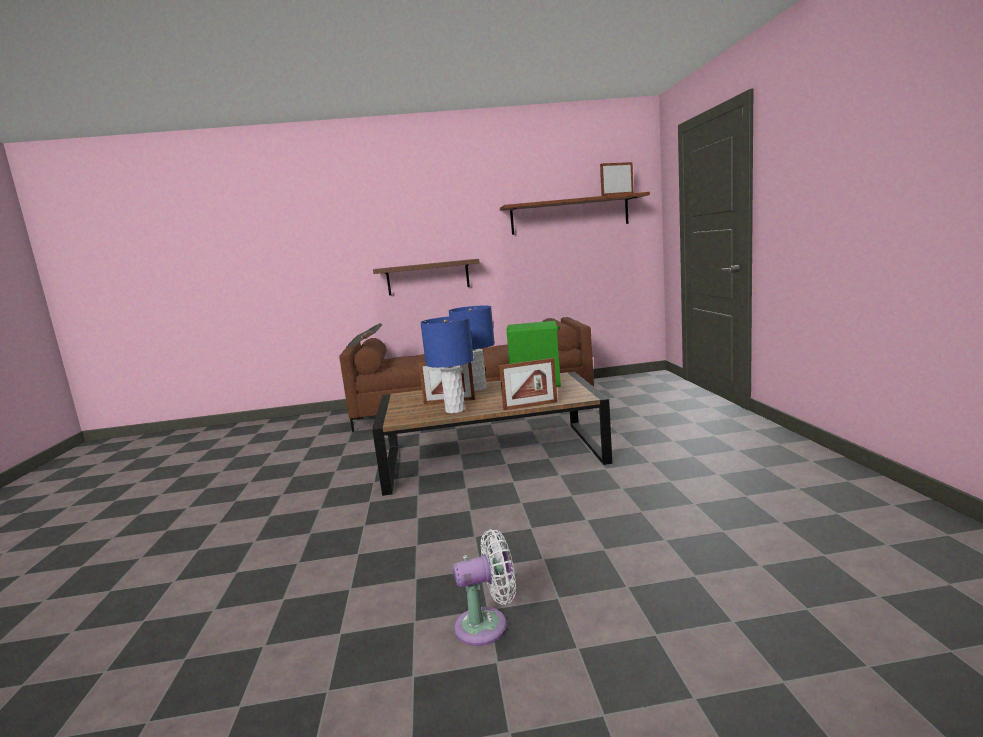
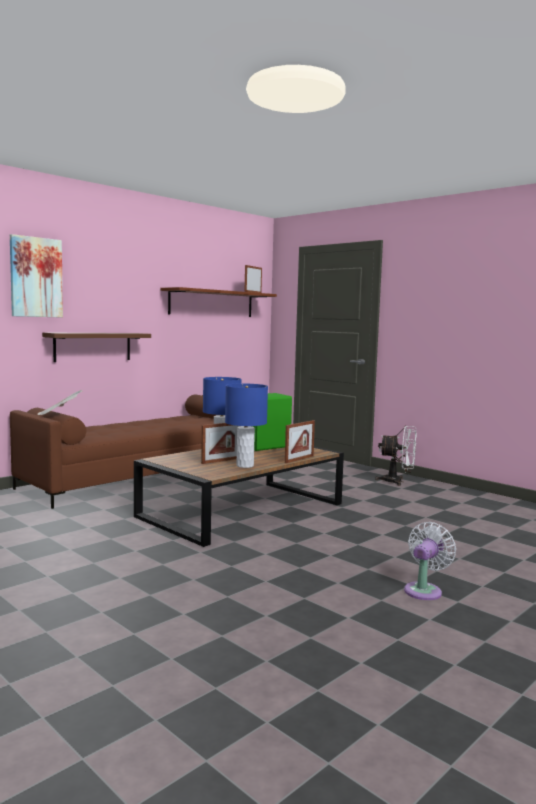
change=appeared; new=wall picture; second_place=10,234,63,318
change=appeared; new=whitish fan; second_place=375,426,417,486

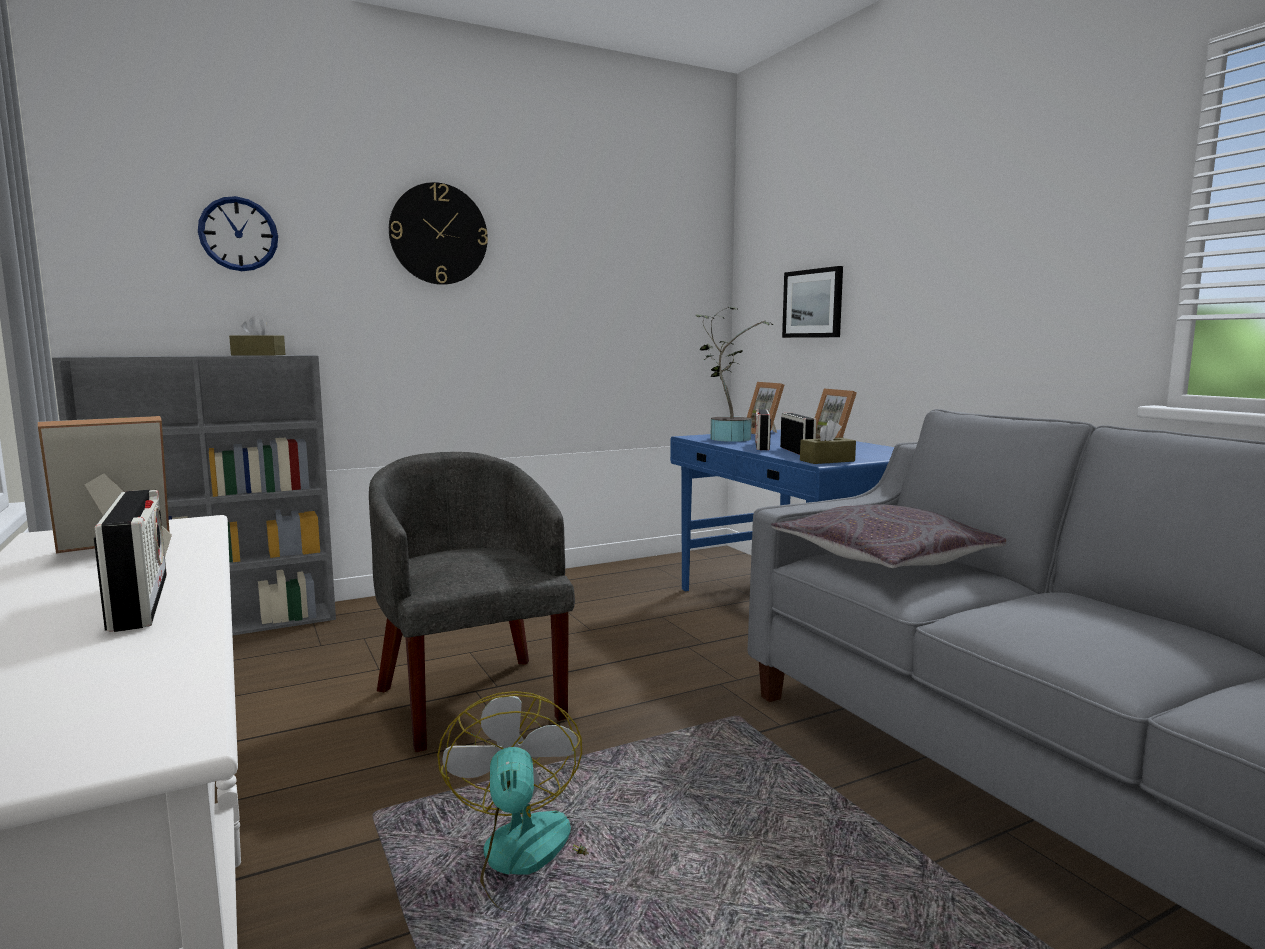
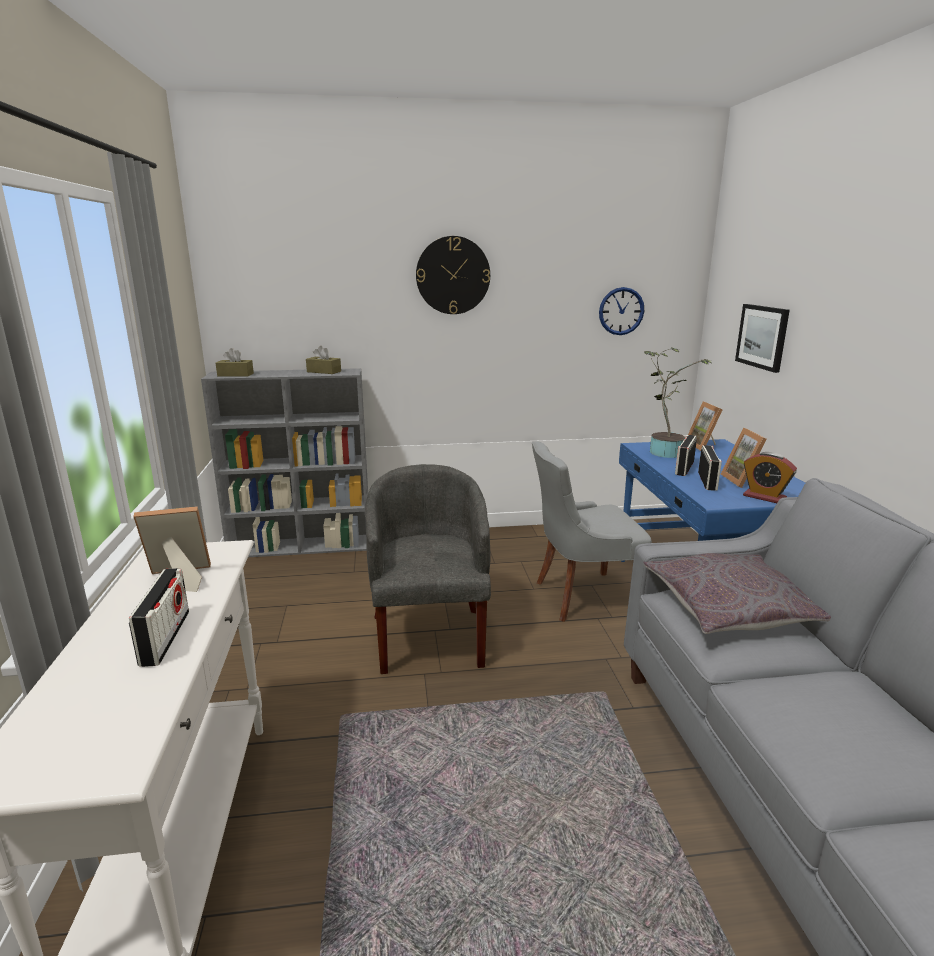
change=missing; old=fan; first_place=437,691,589,913
change=appeared; new=gray chair; second_place=532,442,652,622
change=appeared; new=table clock; second_place=743,452,797,503
change=relocated; old=hanging clock; first_place=198,196,278,271; second_place=599,287,644,335
change=relocated; old=brownish tissue holder; first_place=800,420,856,464; second_place=216,348,254,377

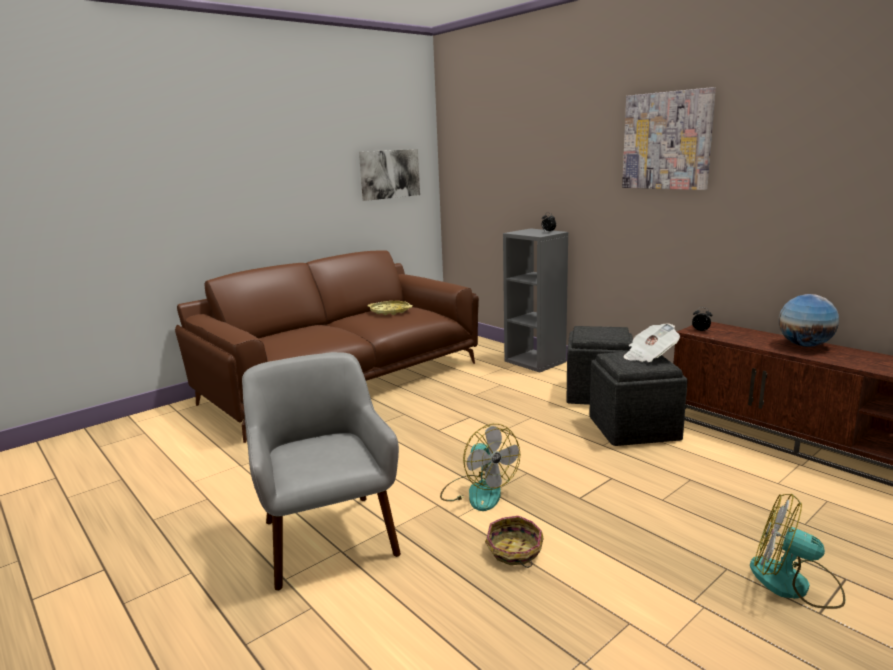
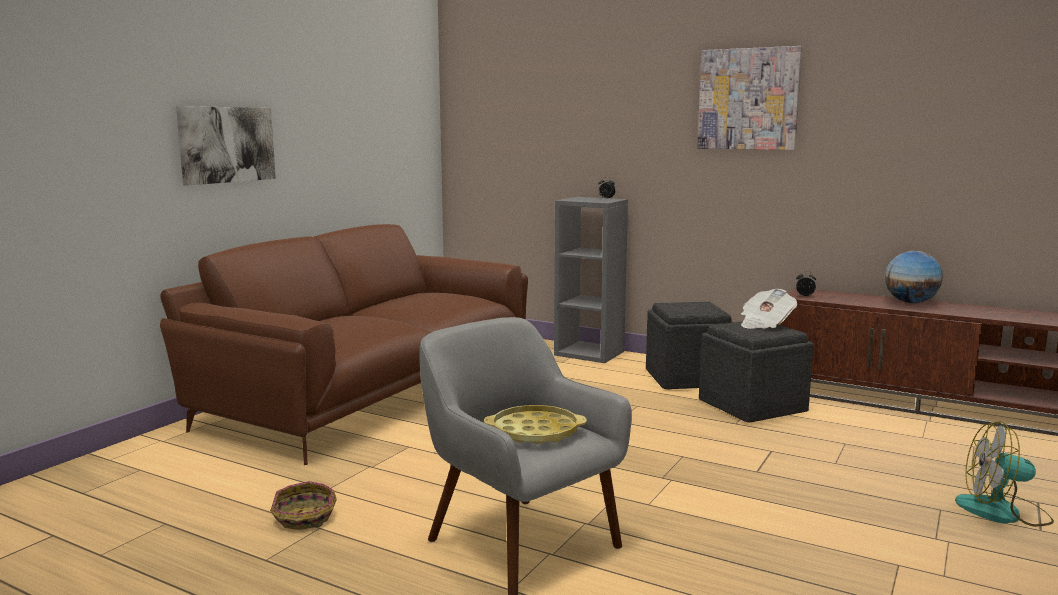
change=missing; old=fan; first_place=440,424,520,511
change=relocated; old=wall picture; first_place=359,149,420,201; second_place=176,106,276,186
change=relocated; old=yellow-coloured carrying tray; first_place=368,301,413,315; second_place=484,405,587,444
change=relocated; old=storage basket; first_place=485,516,544,568; second_place=270,481,337,530

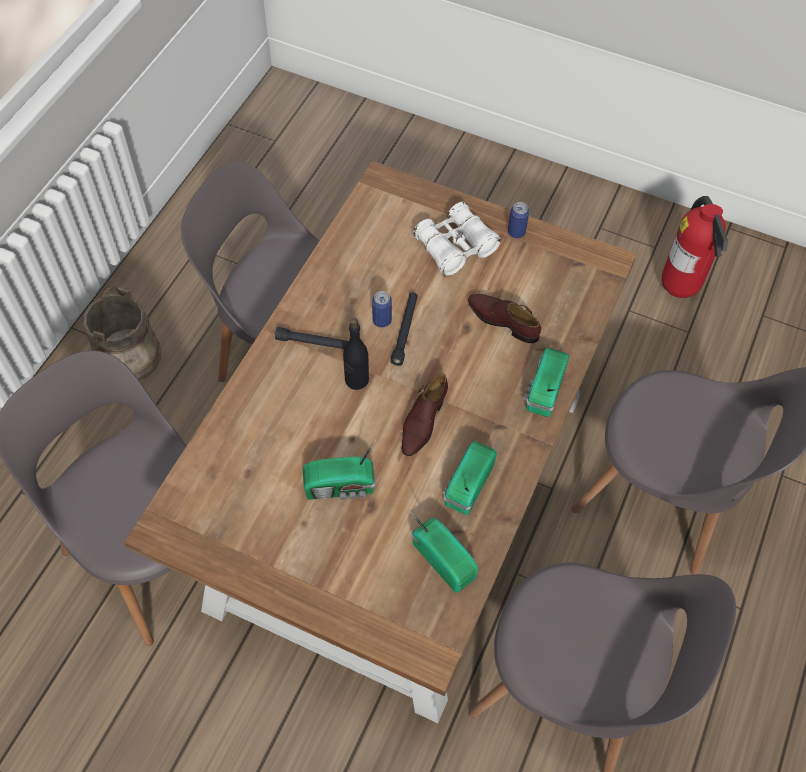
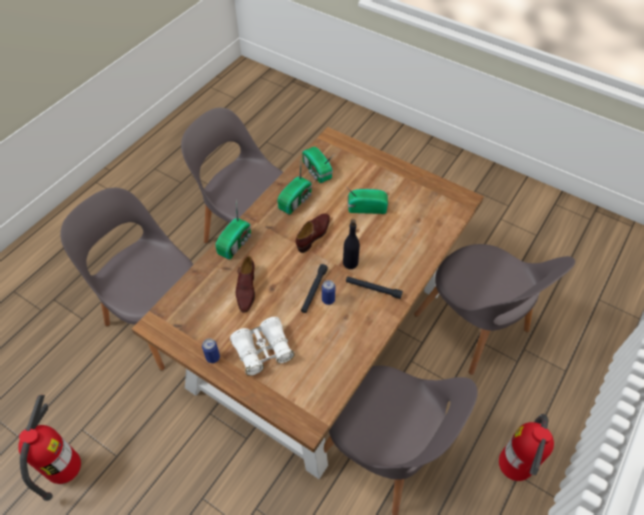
change=exchanged; old=beige-coloured bucket; new=fire extinguisher; first_place=83,286,161,381; second_place=499,414,554,481
change=spun; old=brownish low shoe; first_place=468,294,541,343; second_place=236,256,255,313; degrees=45

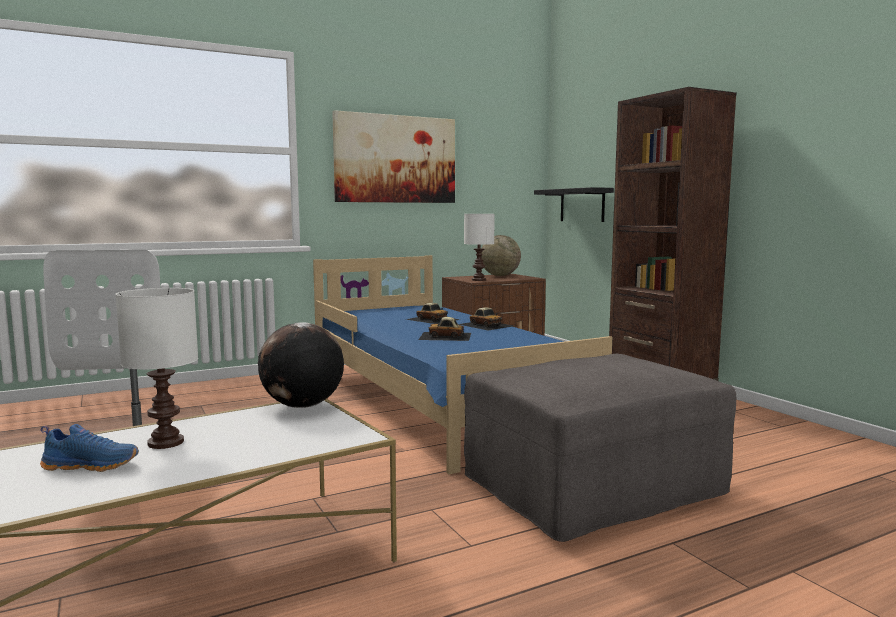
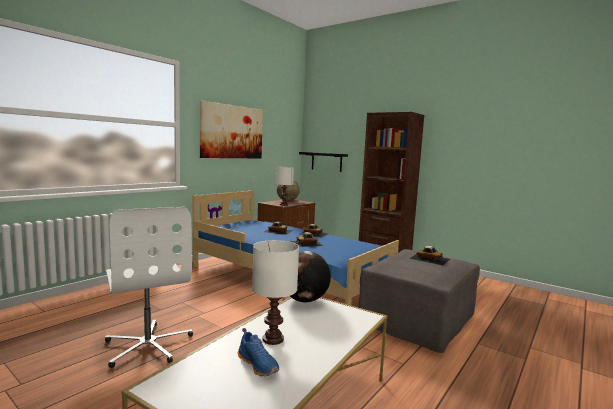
change=appeared; new=model car; second_place=409,246,450,265
change=spun; old=blue low shoe; first_place=40,424,139,472; second_place=238,328,279,377; degrees=75

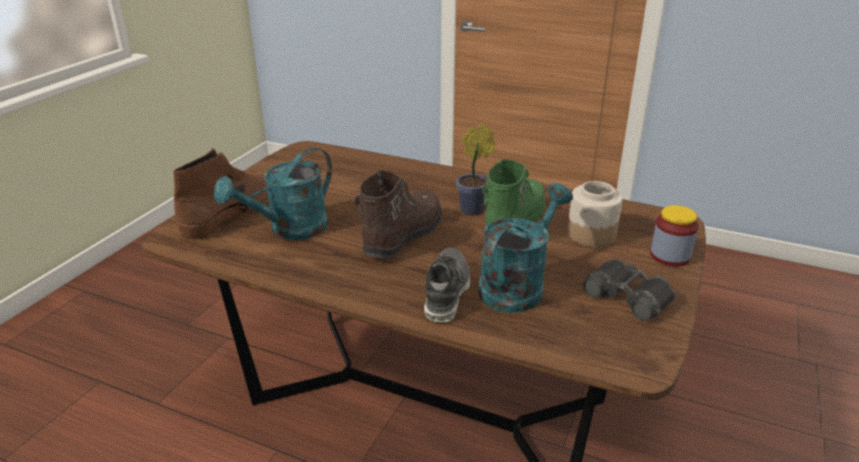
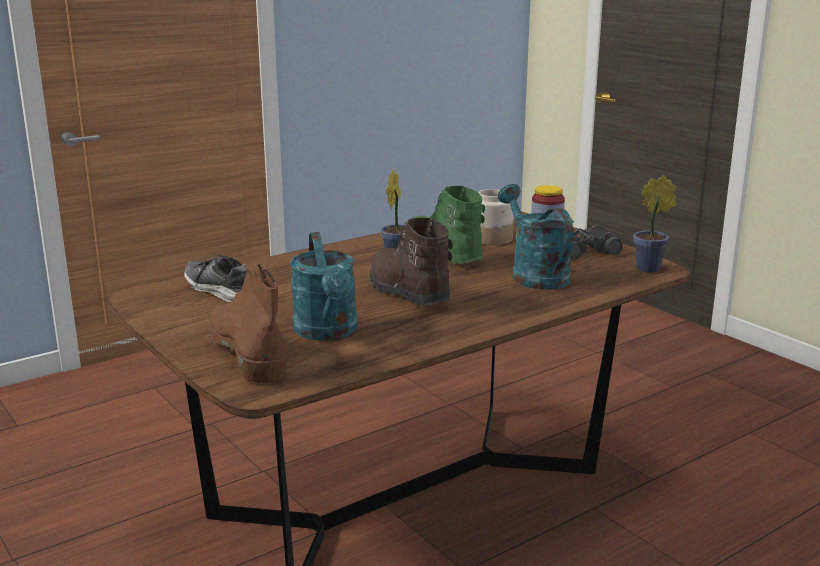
change=appeared; new=houseplant; second_place=633,175,676,272
change=relocated; old=low shoe; first_place=424,248,471,322; second_place=184,255,246,302

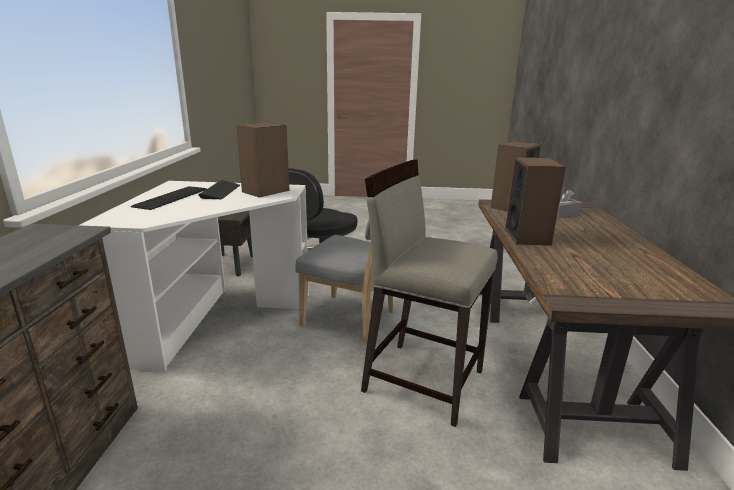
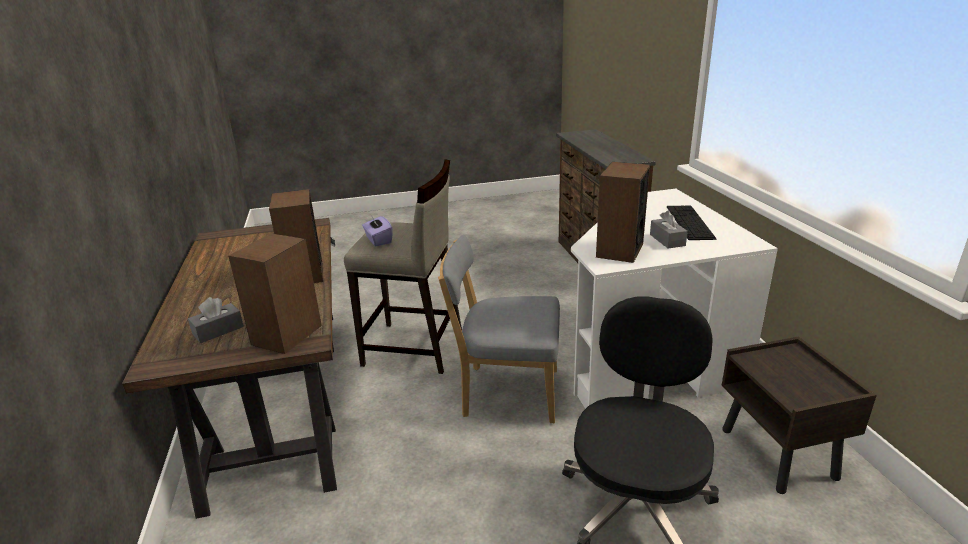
change=appeared; new=purple tissue holder; second_place=362,215,393,246
change=exchanged; old=PC keyboard; new=gray tissue holder; first_place=199,180,240,199; second_place=650,210,688,249

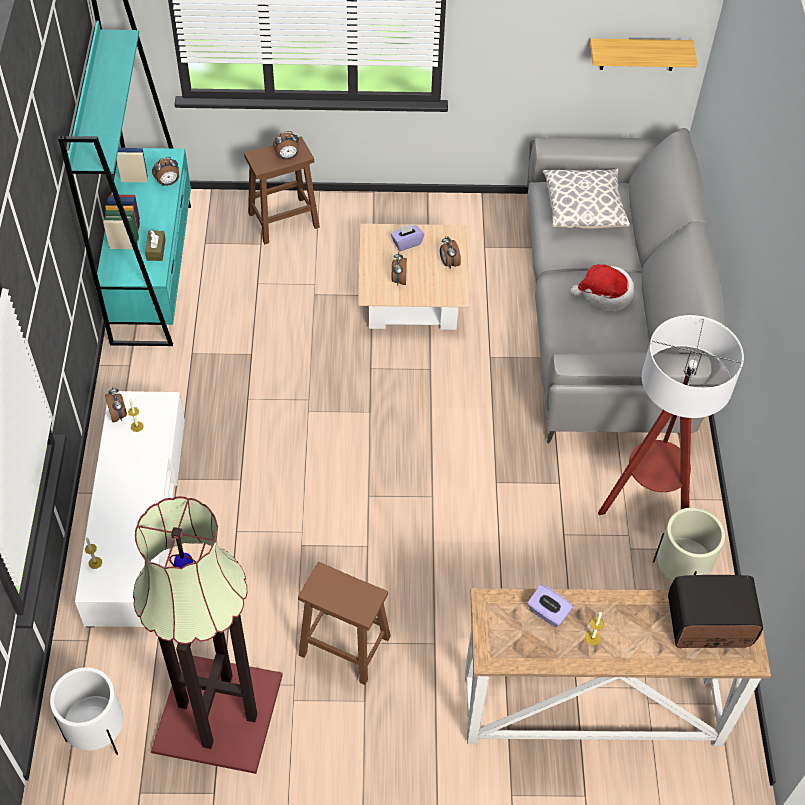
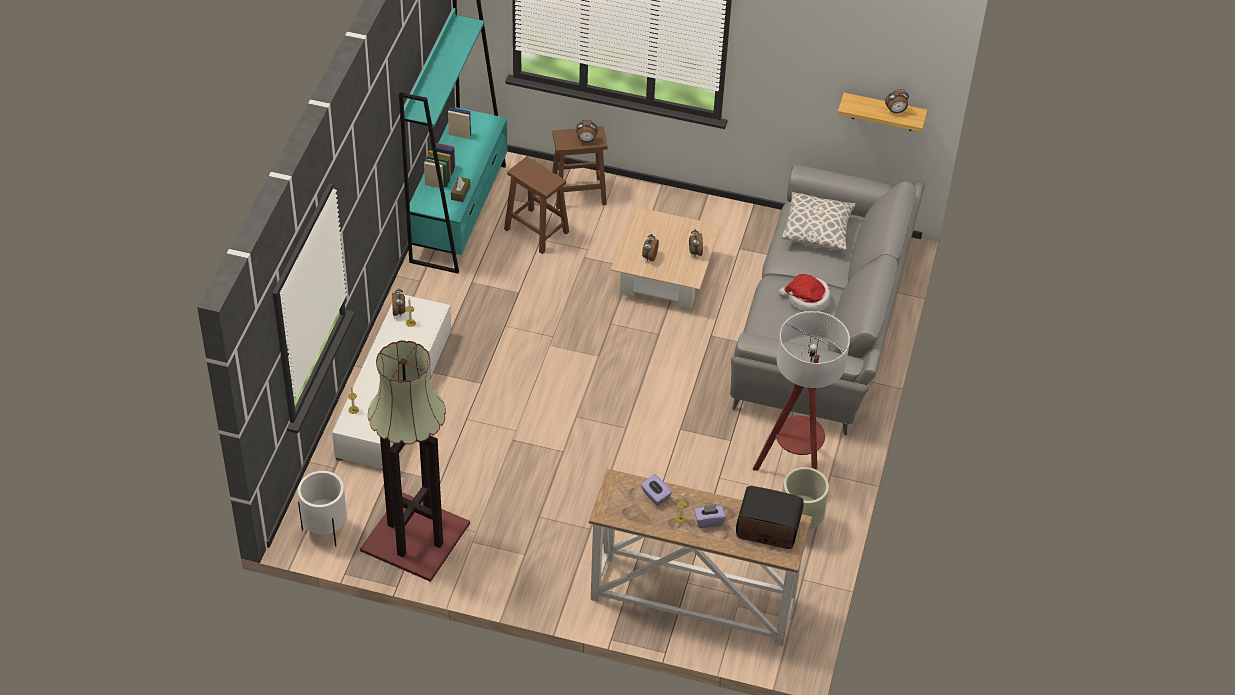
change=relocated; old=table clock; first_place=152,157,179,186; second_place=885,89,909,113
change=relocated; old=brownish stool; first_place=298,562,391,685; second_place=504,156,569,254
change=relocated; old=purple tissue holder; first_place=391,224,424,251; second_place=694,505,726,528

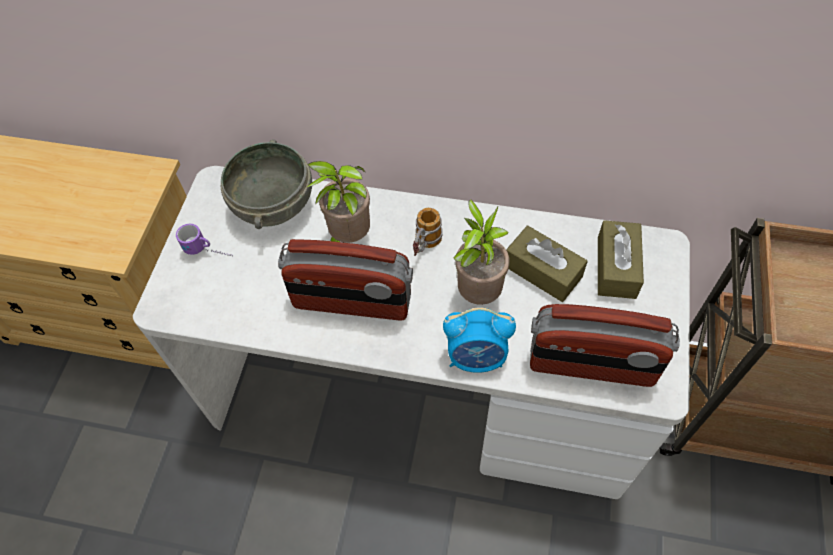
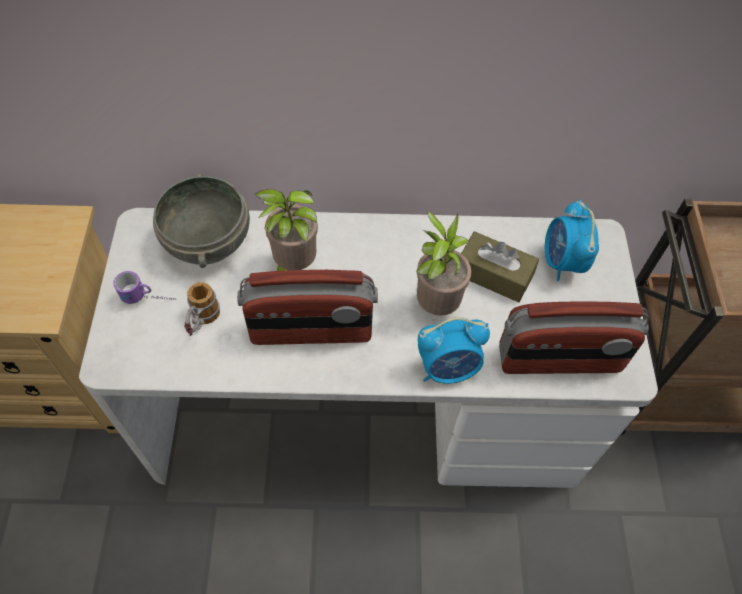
change=relocated; old=tea mug; first_place=413,208,443,256; second_place=184,282,220,336
change=exchanged; old=brownish tissue holder; new=table clock; first_place=598,220,644,299; second_place=545,199,599,281

